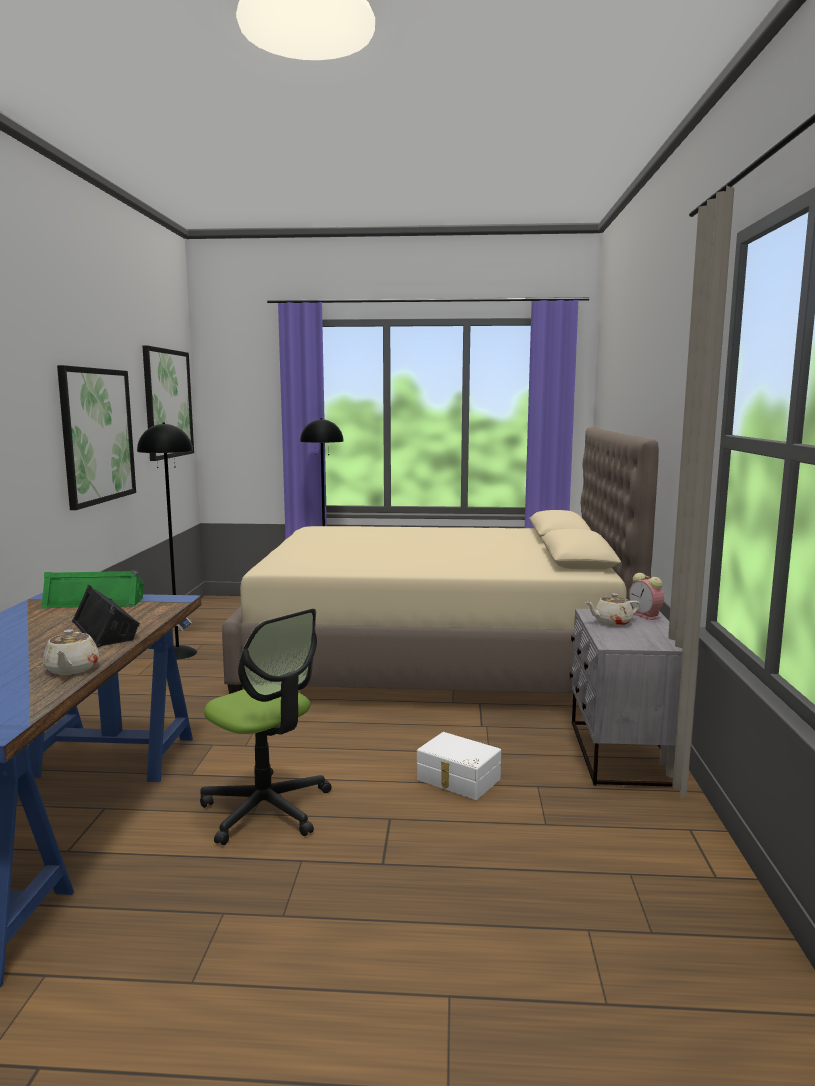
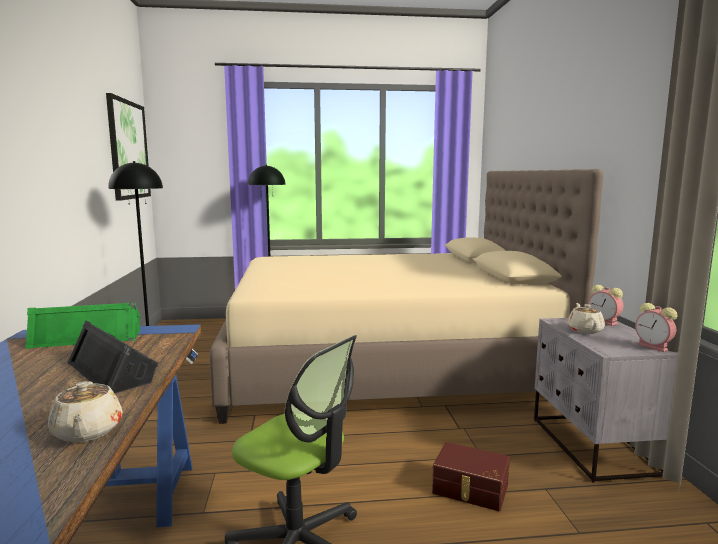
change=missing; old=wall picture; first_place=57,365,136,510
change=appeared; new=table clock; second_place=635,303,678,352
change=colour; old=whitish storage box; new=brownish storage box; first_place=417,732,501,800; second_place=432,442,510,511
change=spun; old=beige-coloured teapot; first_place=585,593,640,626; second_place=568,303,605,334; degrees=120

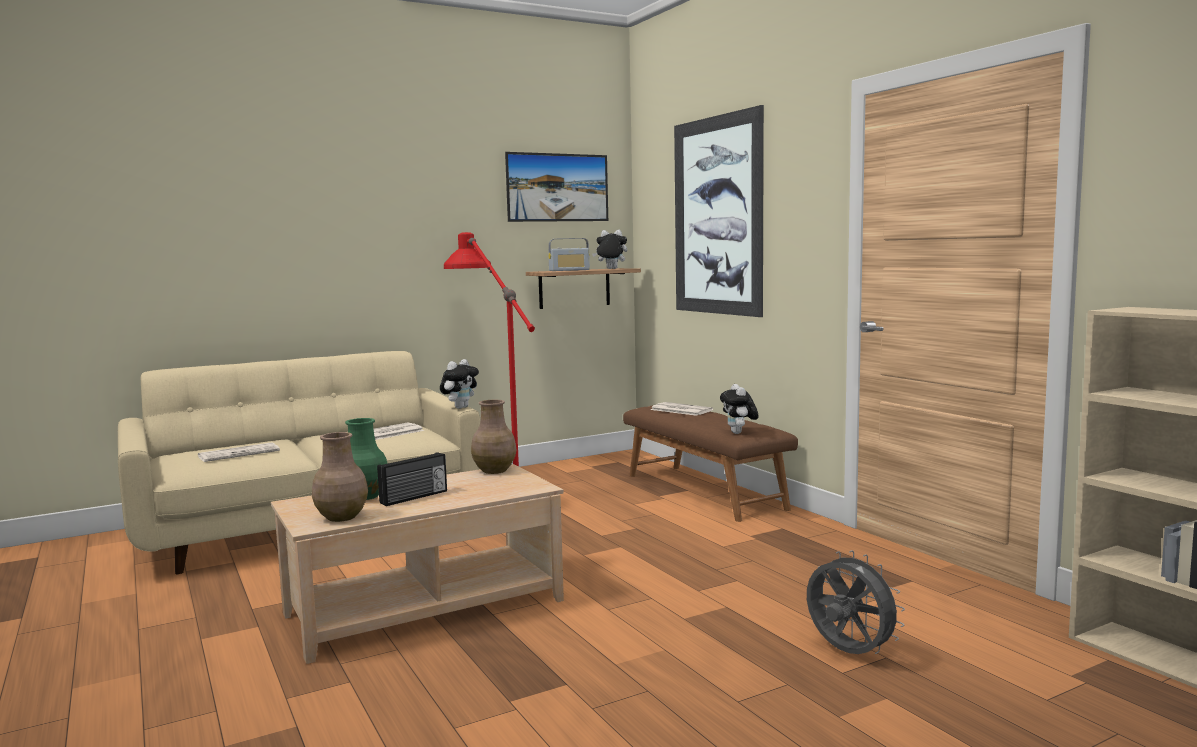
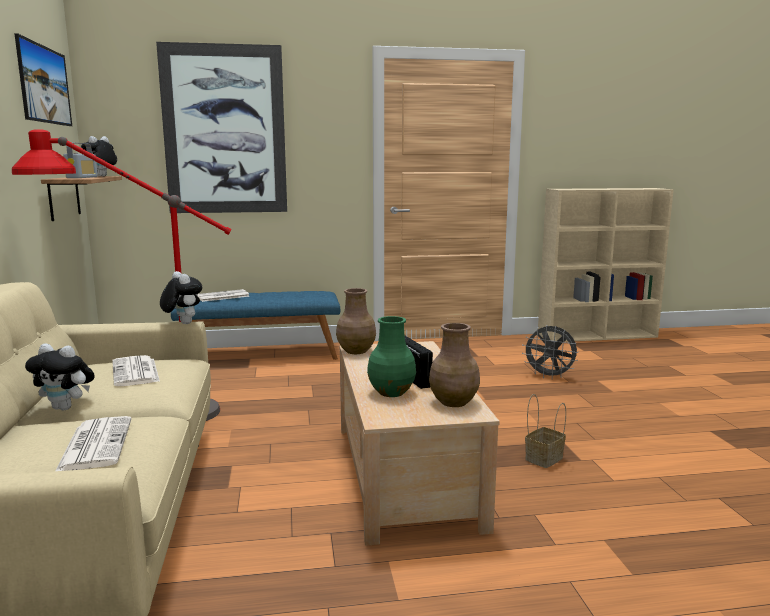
change=appeared; new=storage basket; second_place=525,394,566,468
change=relocated; old=cuddly toy; first_place=720,384,759,434; second_place=25,344,95,410
change=colour; old=brownish long seat; new=blue long seat; first_place=623,406,798,522; second_place=171,291,340,360
change=spun; old=gray fan; first_place=807,550,905,654; second_place=522,325,579,379; degrees=-135

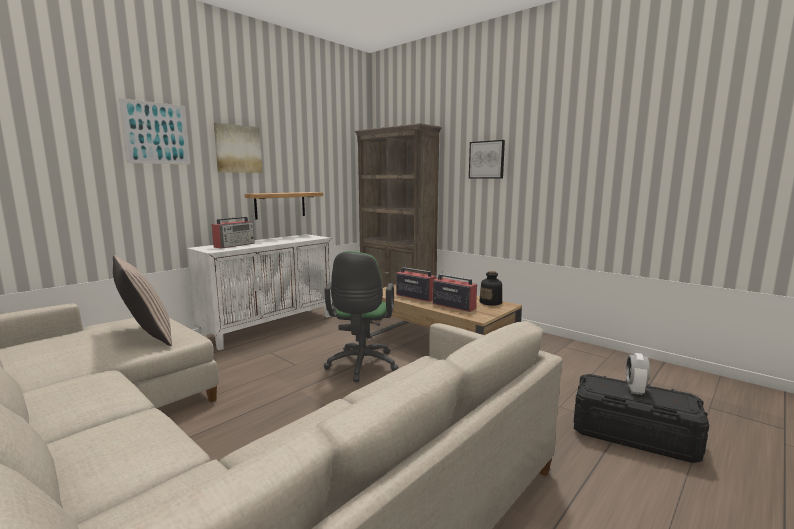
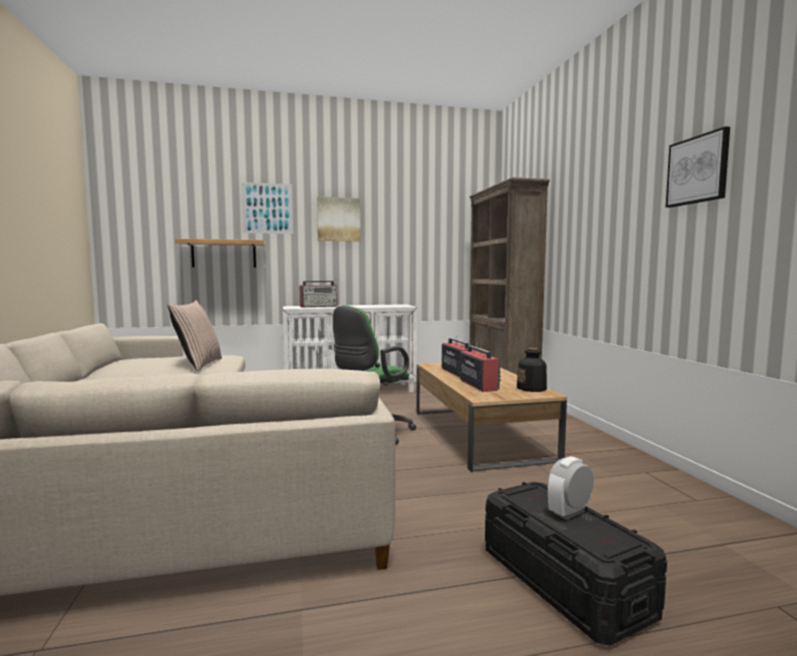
change=relocated; old=bracket shelf; first_place=245,192,323,219; second_place=175,239,265,268
change=relocated; old=wall picture; first_place=469,140,505,179; second_place=666,126,730,208

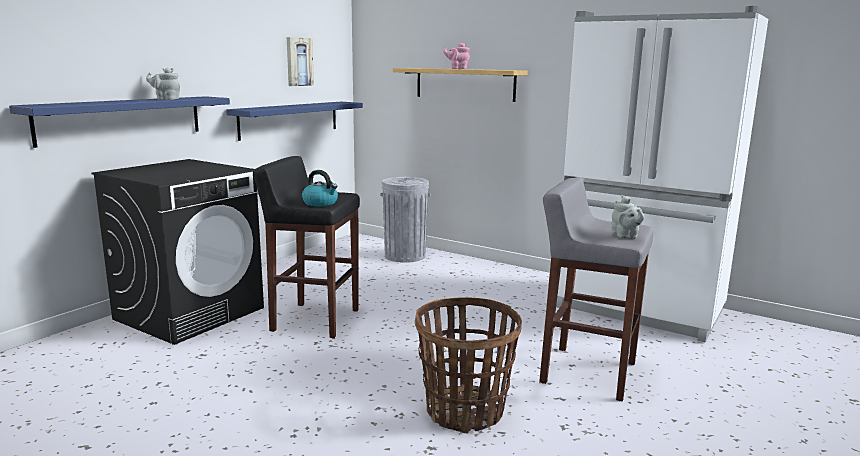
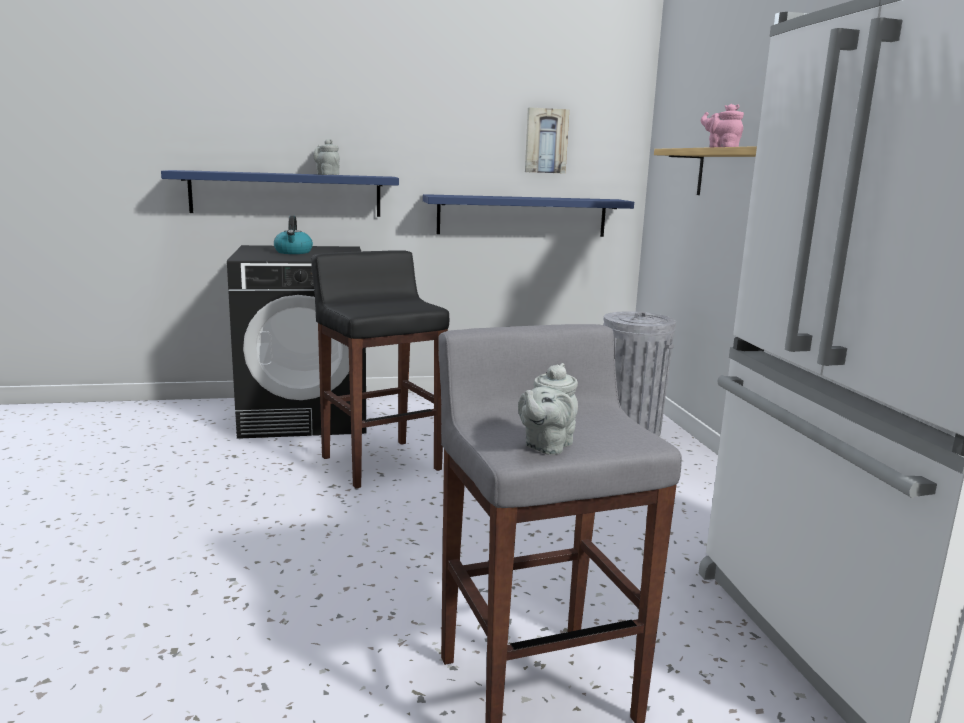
change=missing; old=storage basket; first_place=415,297,522,433
change=relocated; old=water kettle; first_place=302,170,338,207; second_place=274,216,313,254

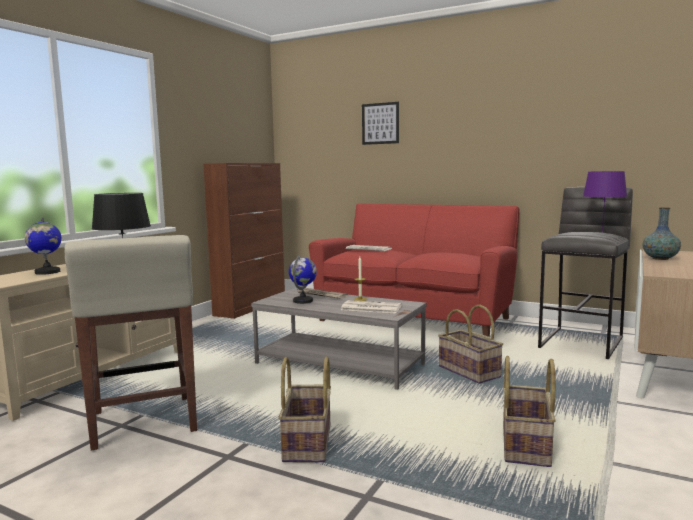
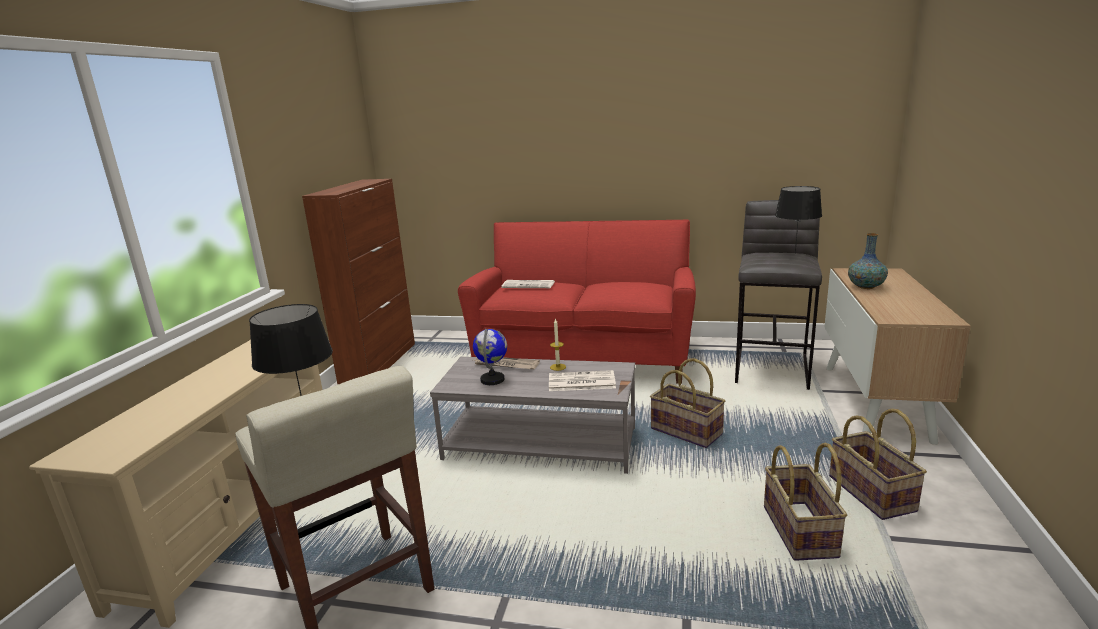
change=missing; old=desk globe; first_place=25,217,61,275
change=missing; old=wall picture; first_place=362,102,399,145
change=relocated; old=storage basket; first_place=278,357,331,462; second_place=829,409,927,520
change=colour; old=purple tabletop lamp; new=black-coloured tabletop lamp; first_place=583,171,627,233; second_place=775,186,822,254

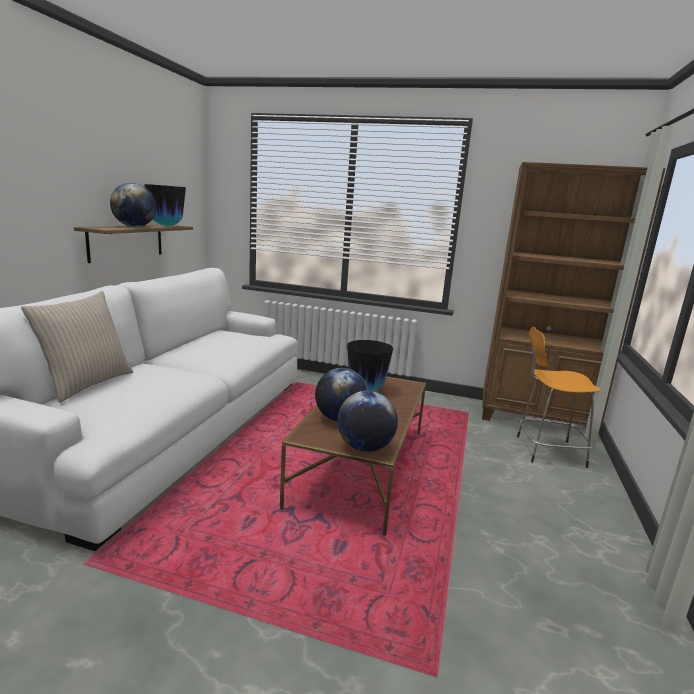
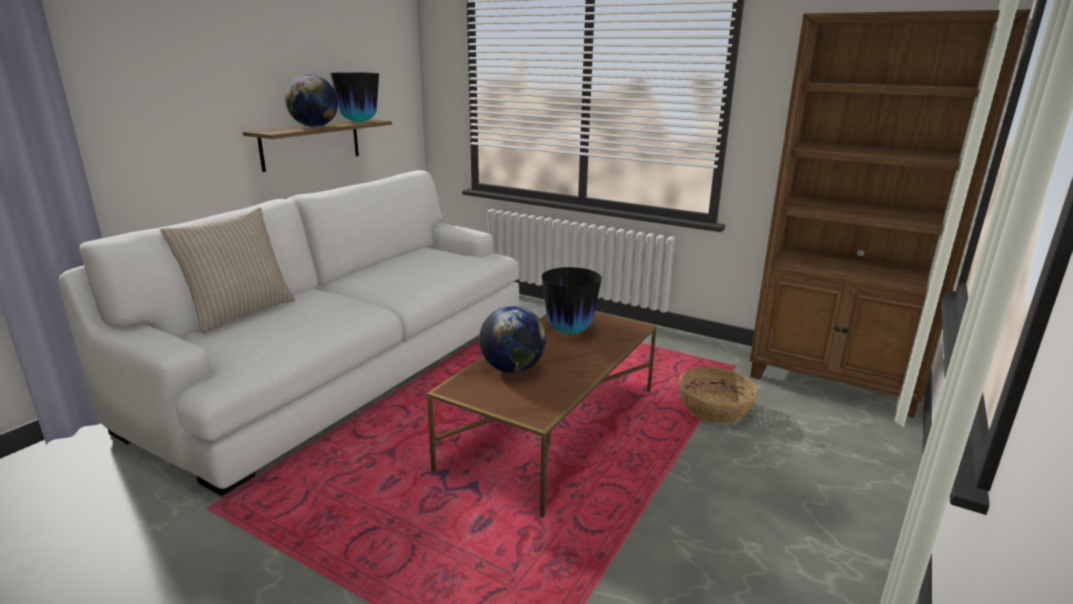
change=missing; old=desk globe; first_place=338,390,398,452
change=missing; old=orange-coloured stool; first_place=517,327,601,468
change=appeared; new=storage basket; second_place=679,367,758,424

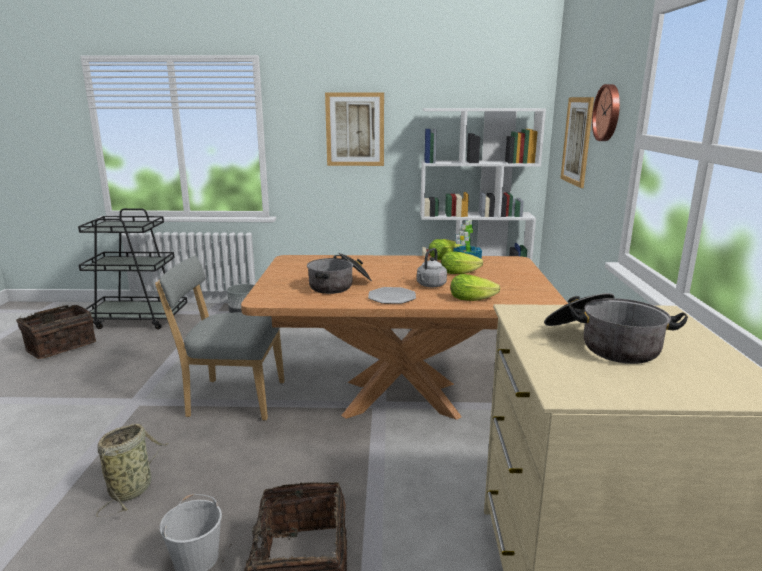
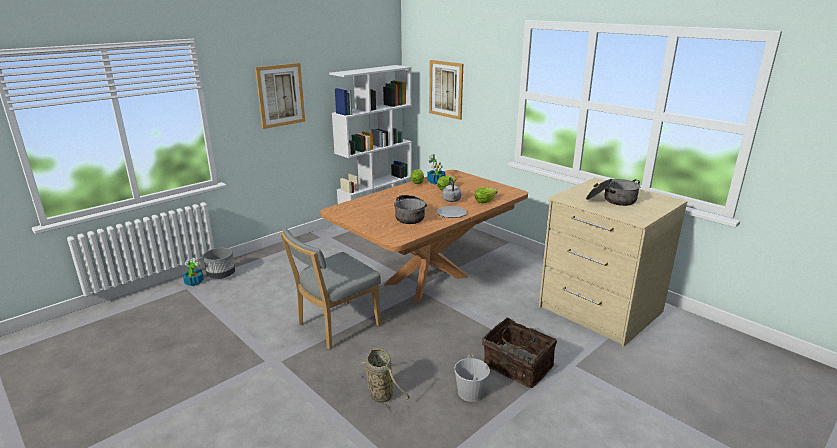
change=missing; old=storage basket; first_place=16,305,96,359
change=missing; old=black-coloured cart; first_place=78,208,187,330
change=missing; old=hanging clock; first_place=592,84,620,141
change=appeared; new=houseplant; second_place=183,258,204,286

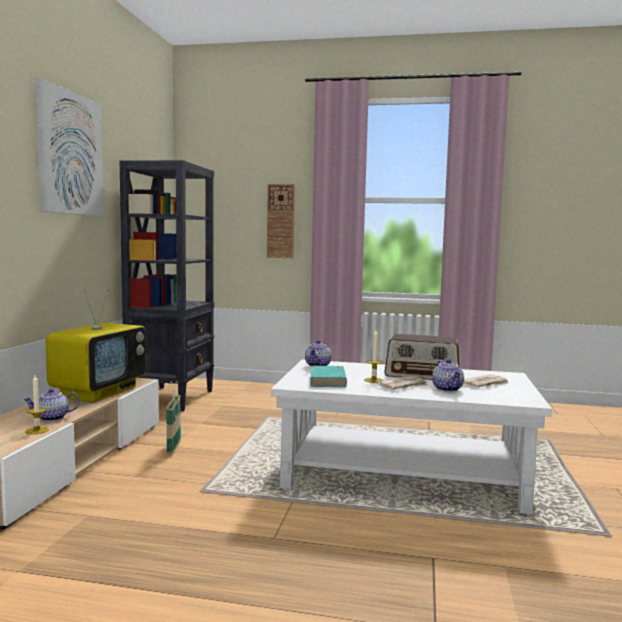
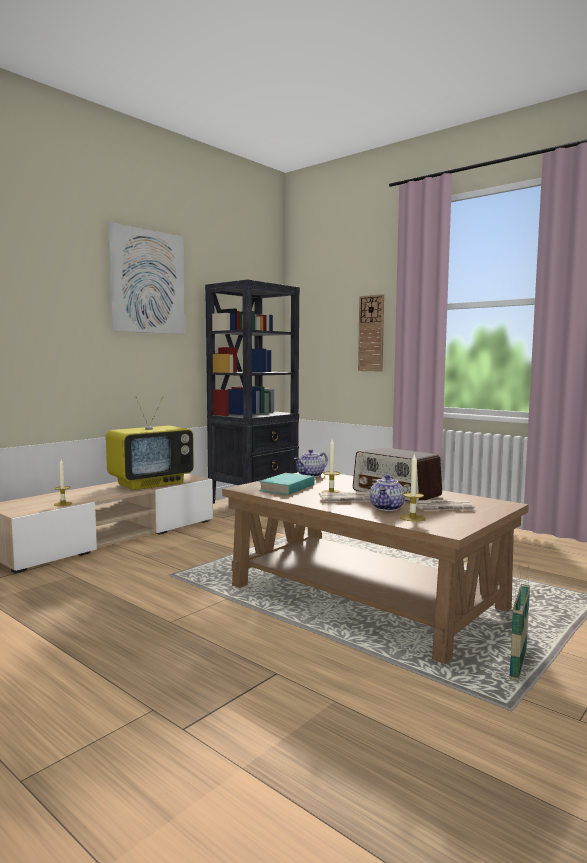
change=missing; old=teapot; first_place=23,389,79,421
change=appeared; new=wax candle; second_place=400,453,425,522
change=relocated; old=storage basket; first_place=166,381,181,455; second_place=509,564,530,681
change=colour; old=whitish coffee table; new=brownish coffee table; first_place=271,359,552,514; second_place=222,471,529,664

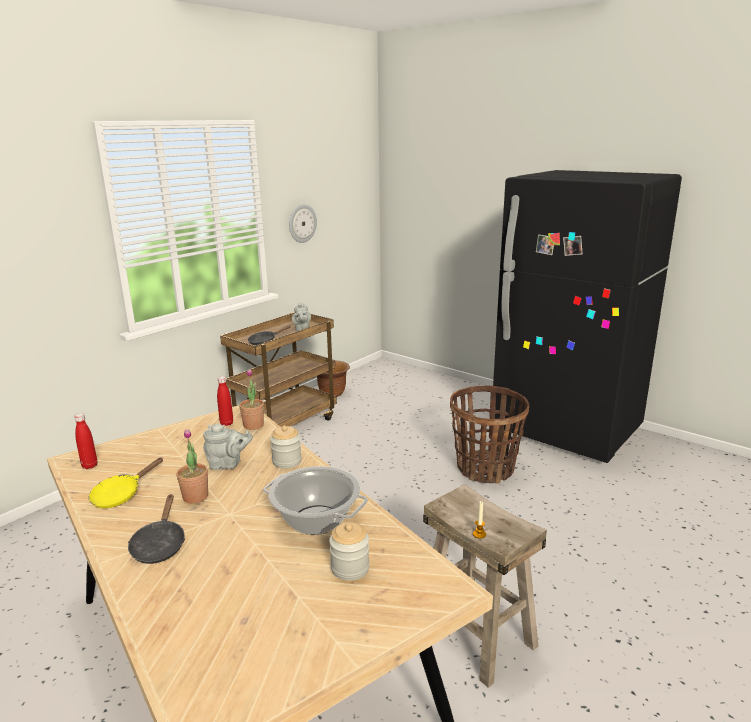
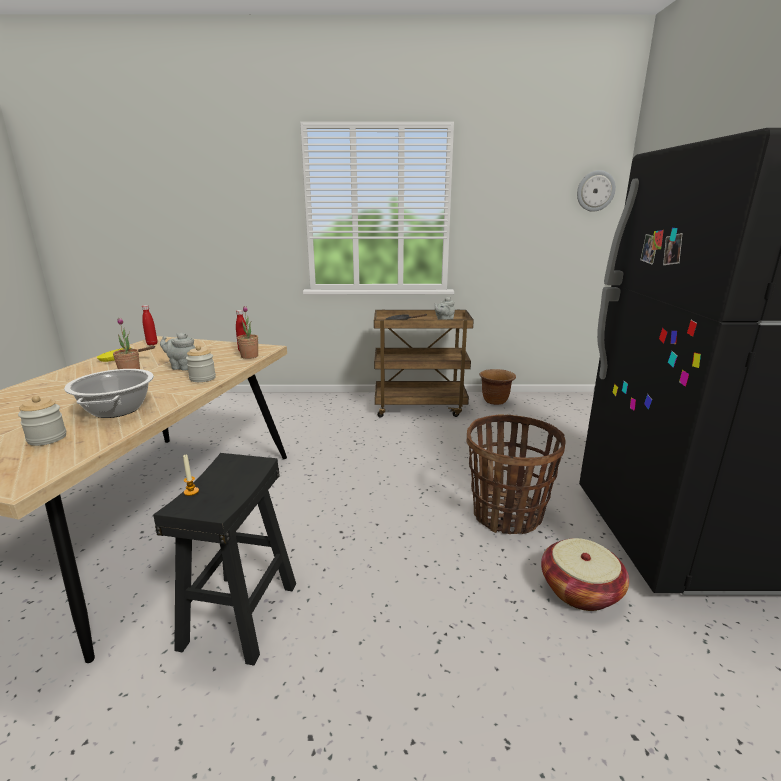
change=missing; old=black-coloured pan; first_place=128,494,185,564
change=appeared; new=storage basket; second_place=541,538,629,611
change=relocated; old=hanging clock; first_place=289,204,317,243; second_place=577,170,616,212
change=colour; old=beige-coloured stool; new=black-coloured stool; first_place=423,484,547,688; second_place=153,453,296,666
change=spun; old=gray teapot; first_place=203,424,253,470; second_place=160,333,195,371; degrees=150

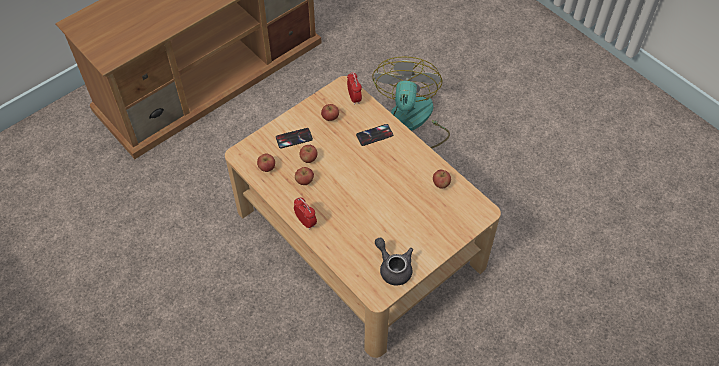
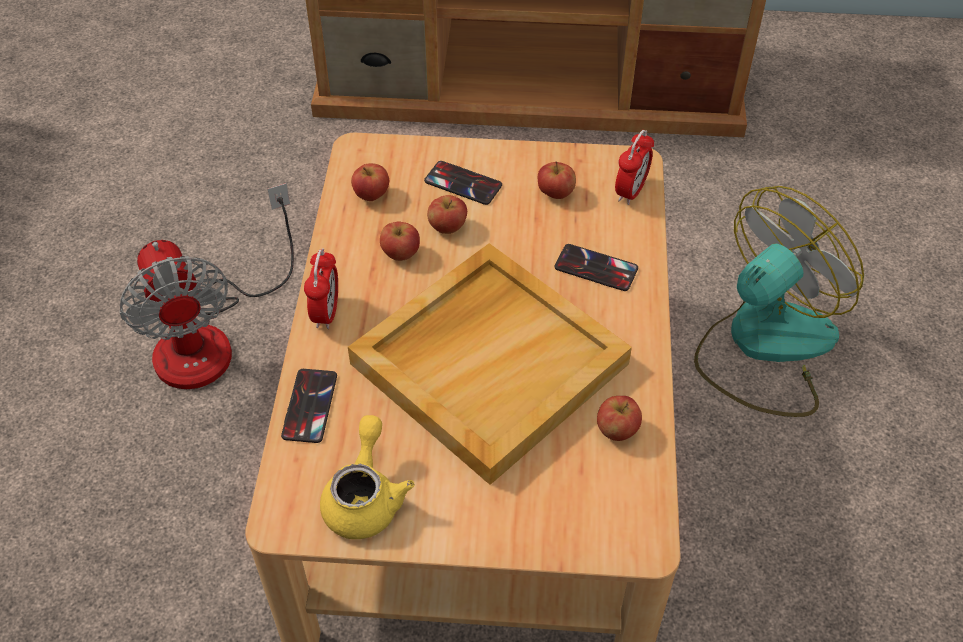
change=appeared; new=fan; second_place=120,183,294,389
change=appeared; new=handset; second_place=281,369,337,443
change=appeared; new=beige-coloured carrying tray; second_place=348,243,632,485
change=colour; old=gray teapot; new=yellow-coloured teapot; first_place=375,238,413,286; second_place=320,415,415,539

